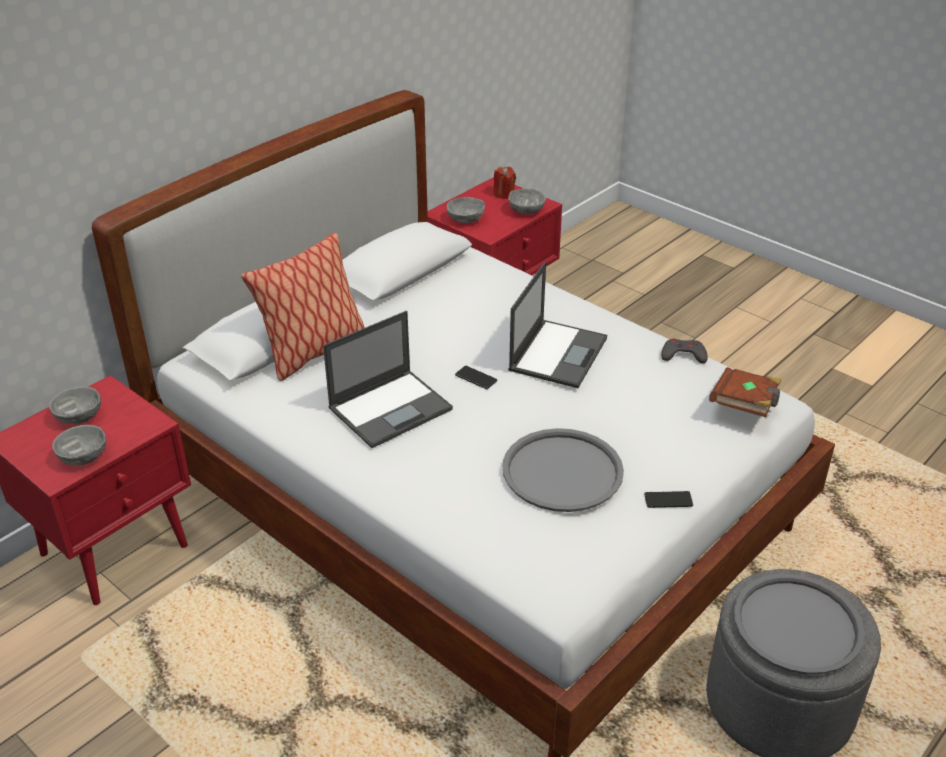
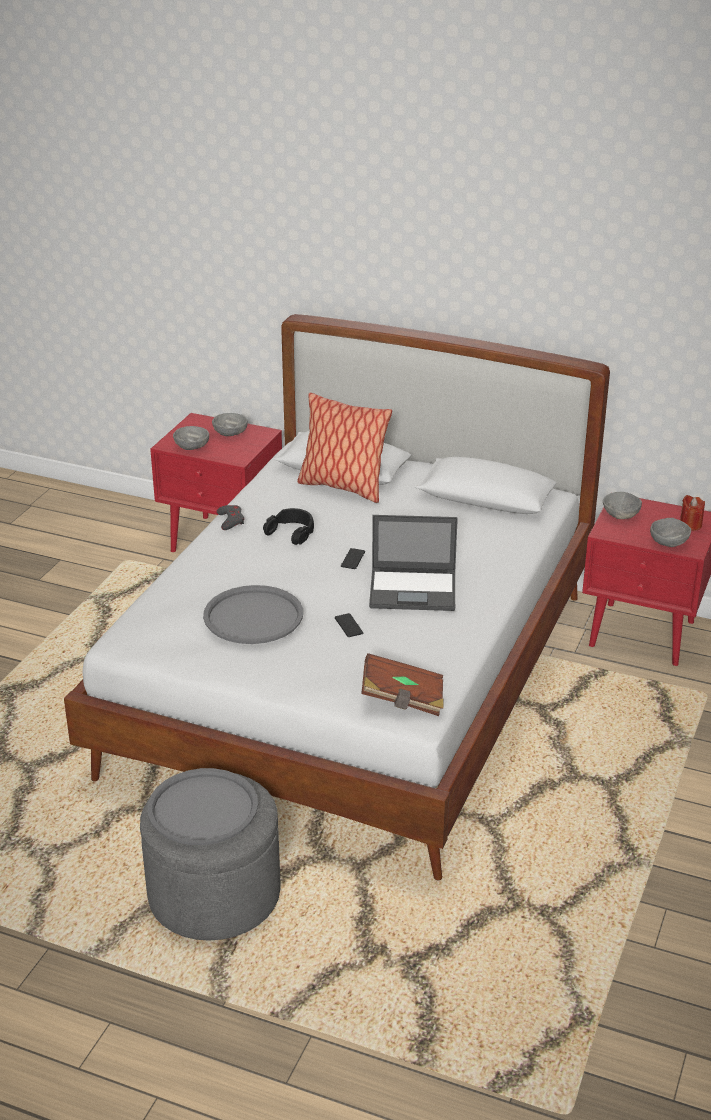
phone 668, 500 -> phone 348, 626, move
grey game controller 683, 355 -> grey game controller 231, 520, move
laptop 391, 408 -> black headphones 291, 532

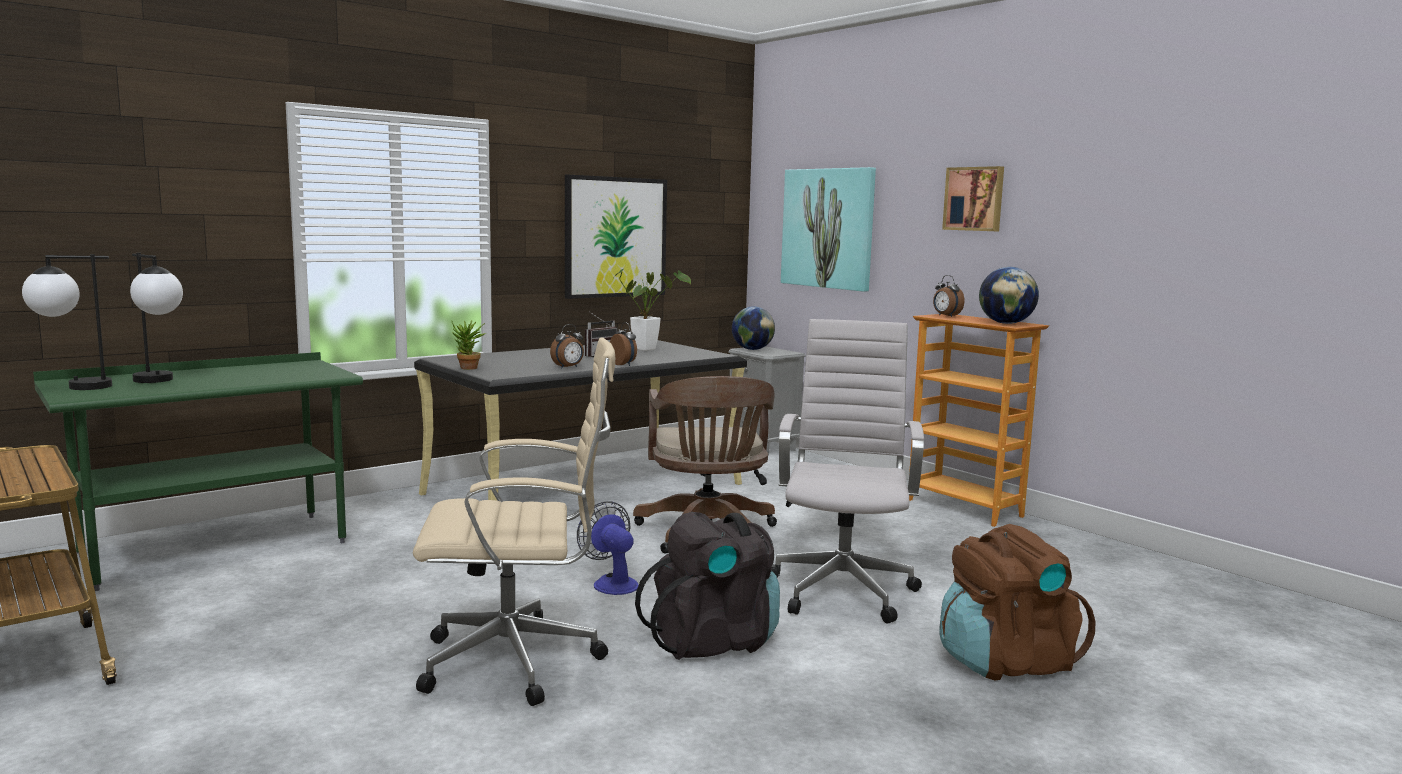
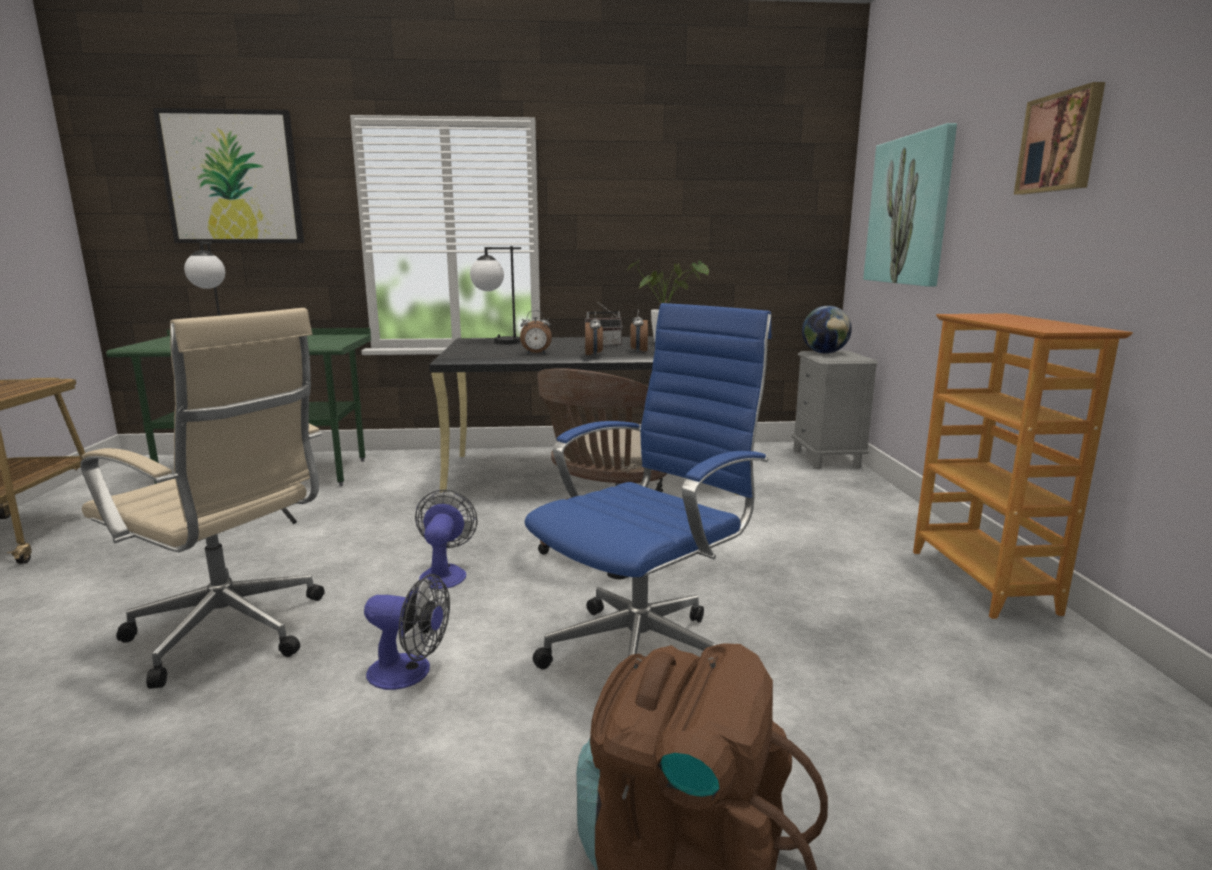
potted plant 468, 368 -> none
globe 1006, 323 -> none
table lamp 72, 387 -> table lamp 496, 342, move
picture 615, 237 -> picture 232, 178, move
alarm clock 946, 316 -> alarm clock 638, 351, move
black backpack 713, 641 -> fan 409, 673
white office chair 842, 589 -> blue office chair 646, 652

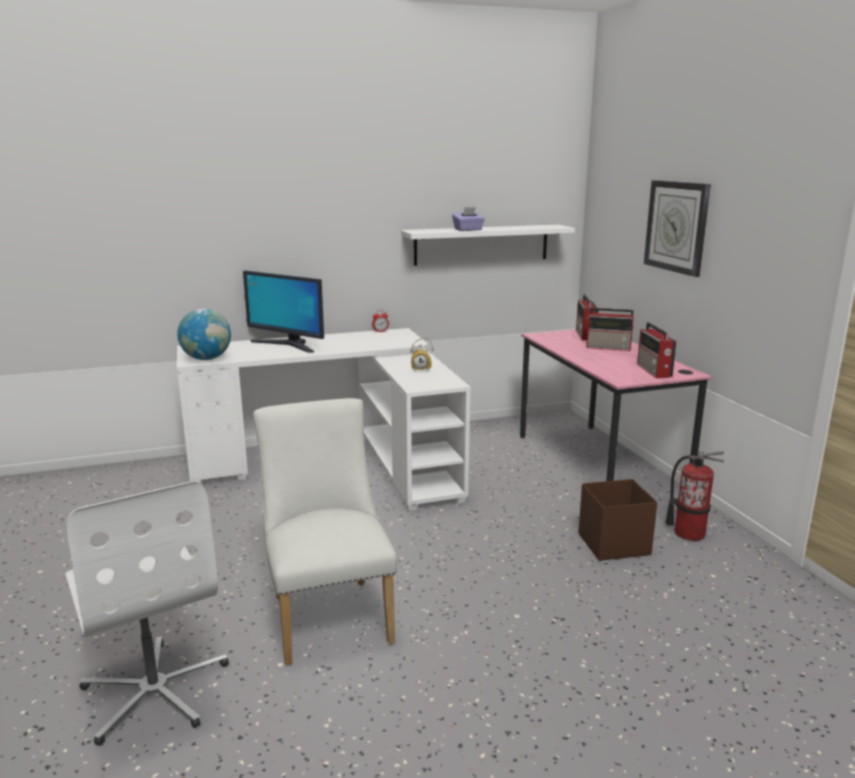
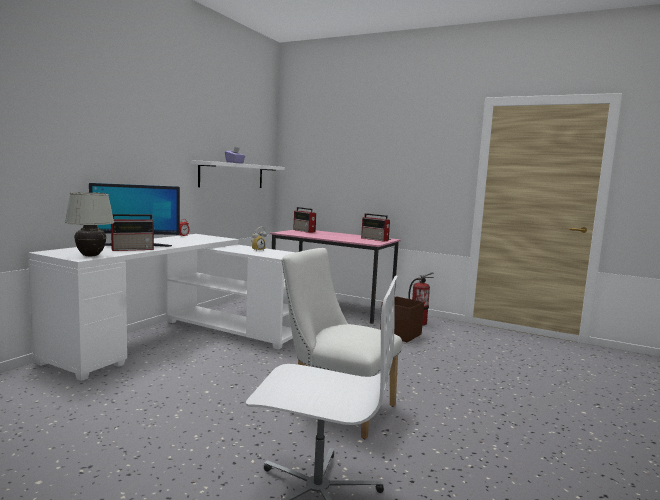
wall clock 677, 226 -> none
radio 609, 347 -> radio 133, 249, move
globe 207, 359 -> white table lamp 91, 256

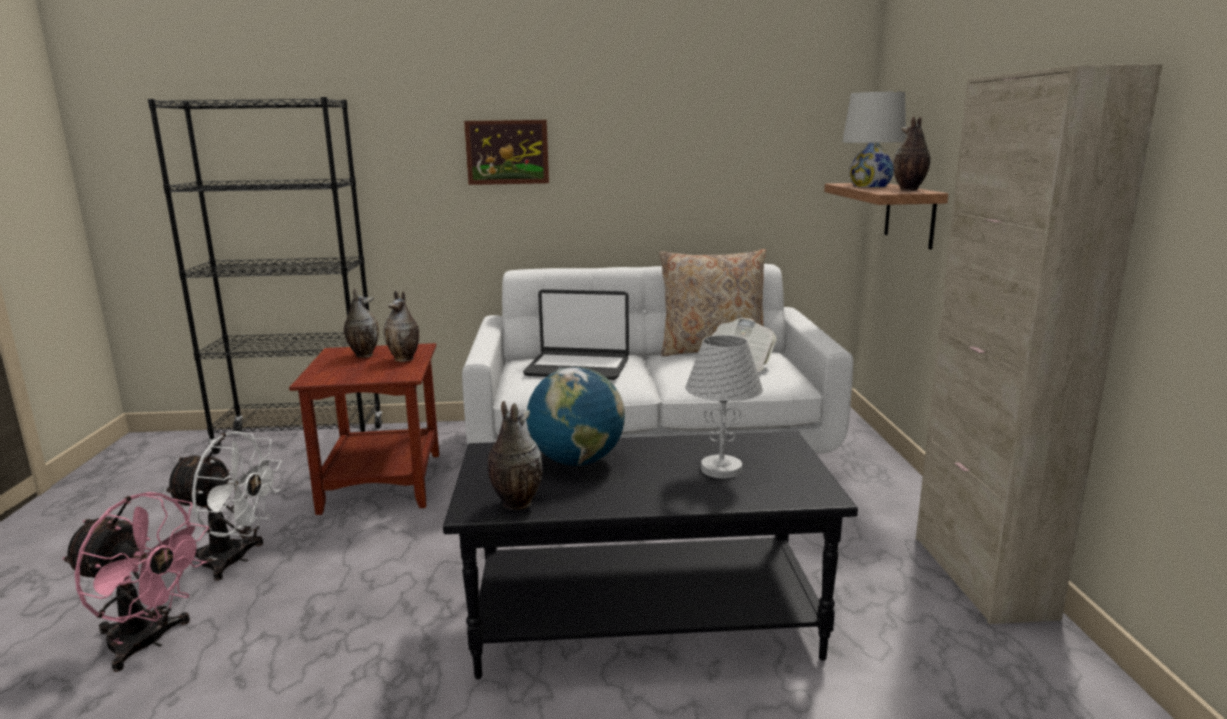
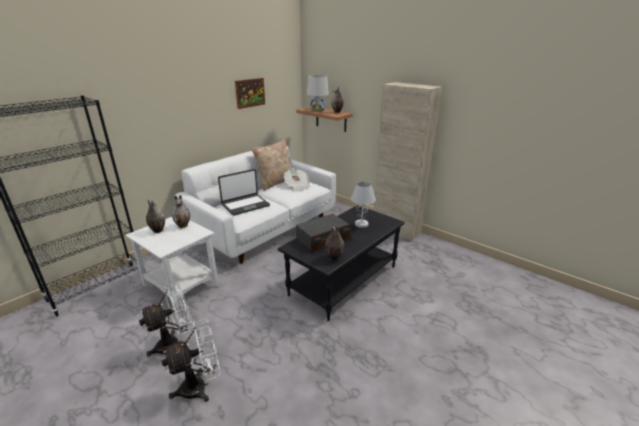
picture 507, 152 -> picture 250, 93, move
globe 577, 462 -> radio 323, 238
pink fan 148, 643 -> white fan 200, 386
brown side table 384, 482 -> white side table 182, 285

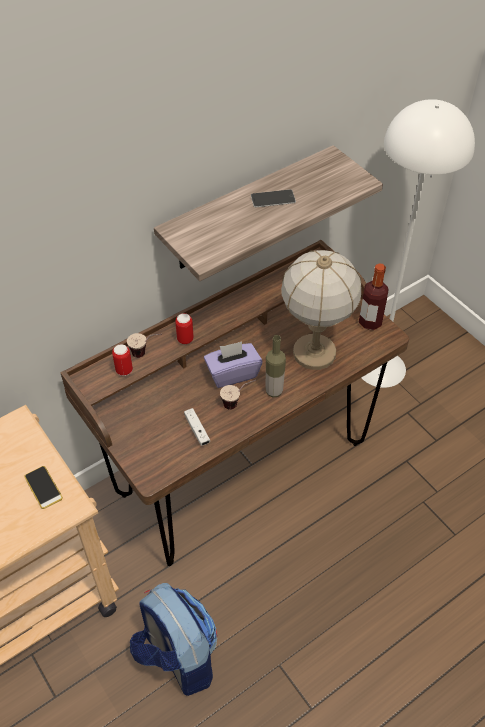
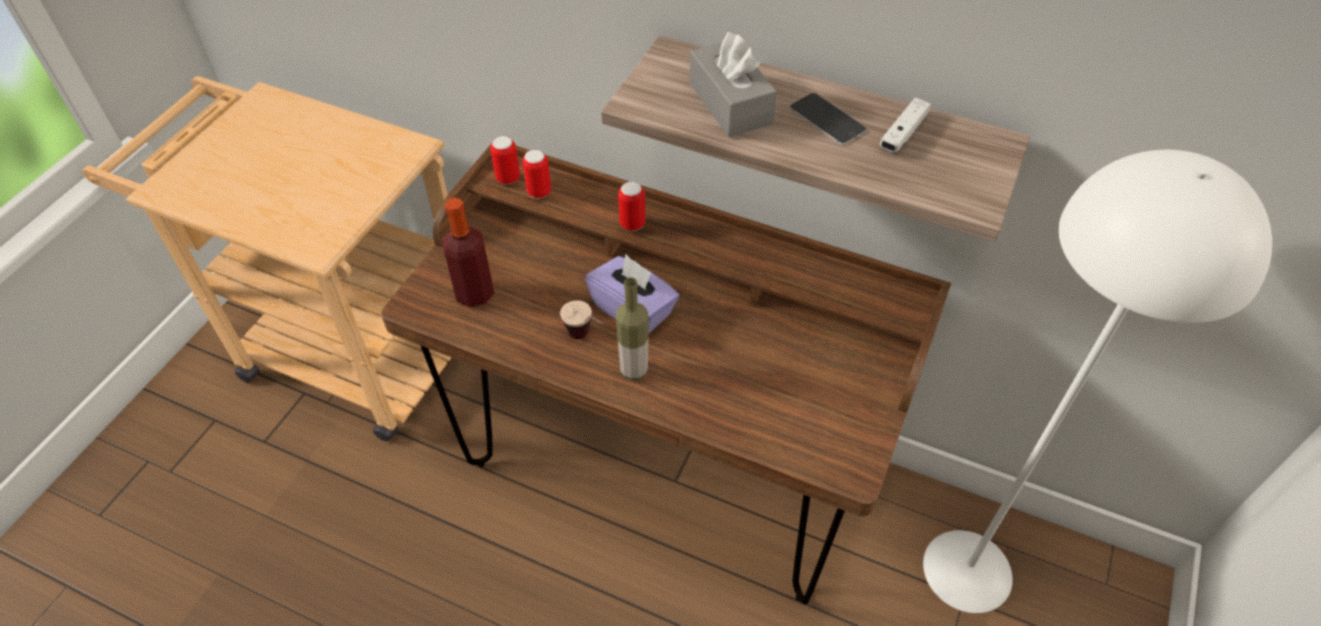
phone 43, 487 -> none
cup 146, 353 -> none
backpack 178, 656 -> none
table lamp 315, 353 -> none
none -> can 508, 178
none -> grey tissue box 730, 103
white game controller 197, 430 -> white game controller 903, 133, move
bottle 370, 322 -> bottle 474, 294, move

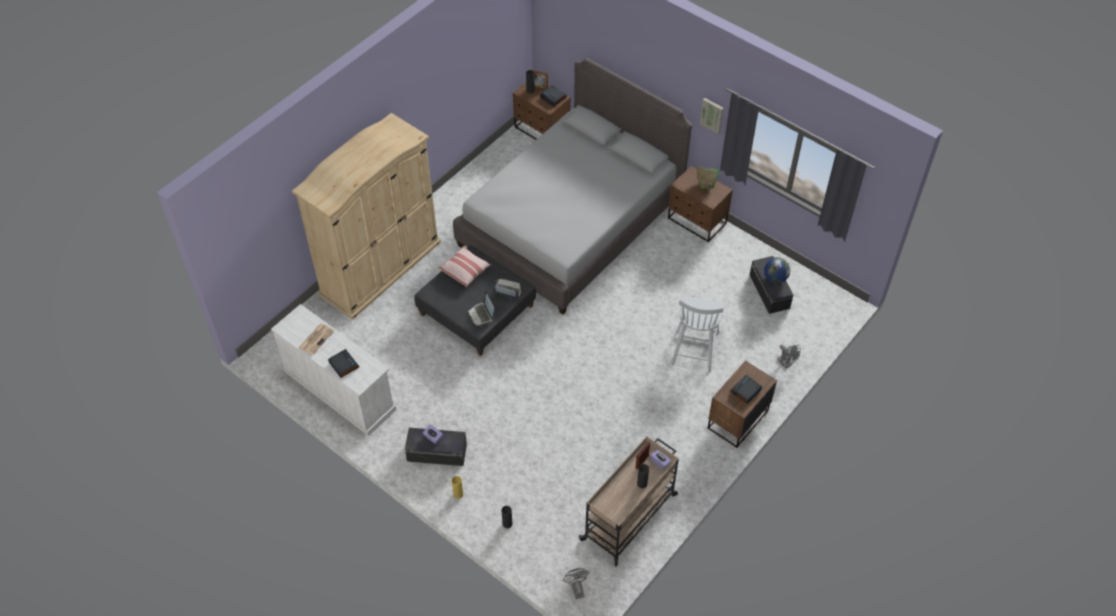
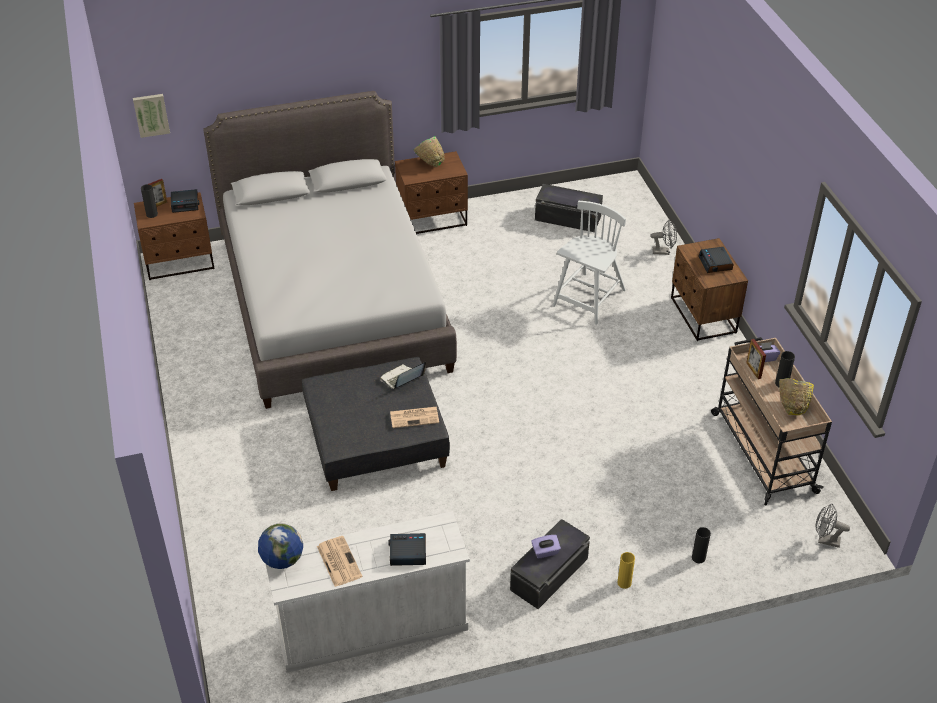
beige wardrobe 380, 268 -> none
pillow 465, 270 -> none
none -> yellow bowl 792, 406
picture 712, 115 -> picture 151, 114, move
globe 775, 278 -> globe 282, 560, move
laptop 481, 314 -> newspaper 415, 417
white chair 695, 347 -> white chair 588, 299, 105 degrees counterclockwise

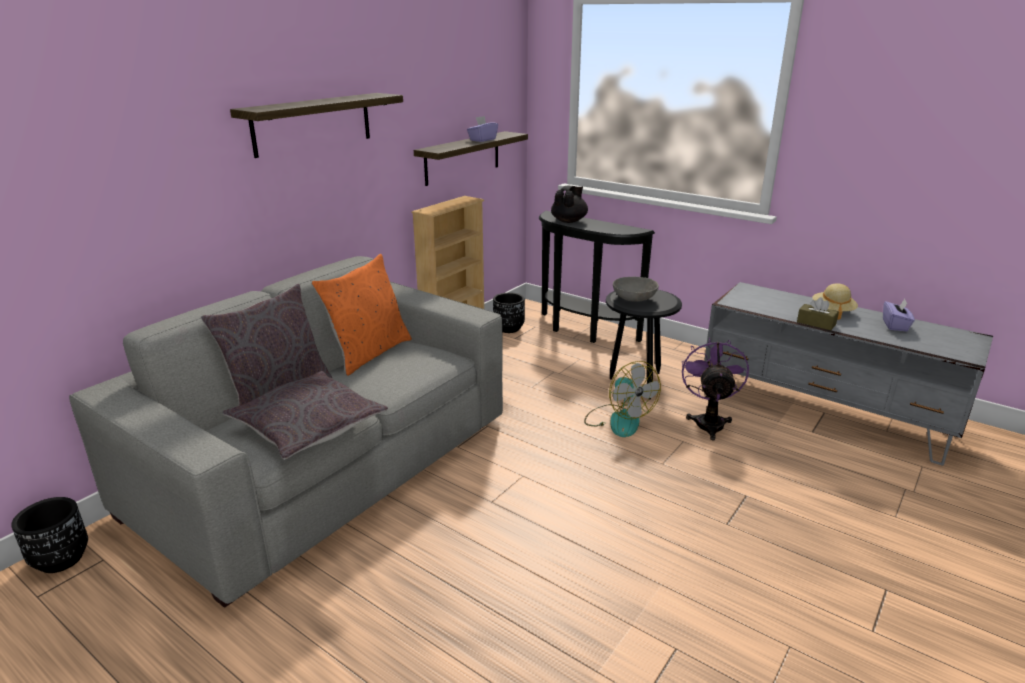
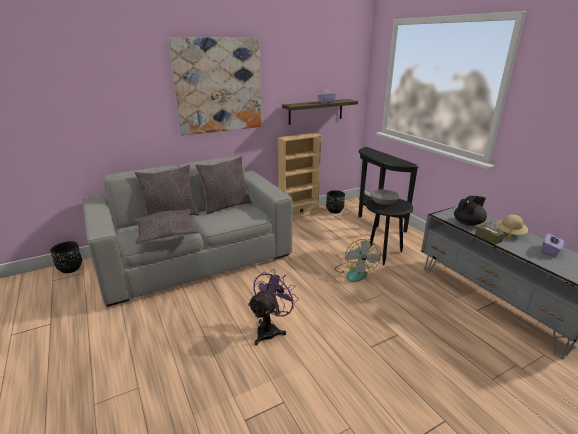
black teapot 569, 221 -> black teapot 468, 223, move
purple fan 709, 421 -> purple fan 270, 329, move
shelf 313, 124 -> picture 218, 86
orange pillow 368, 353 -> grey pillow 226, 206

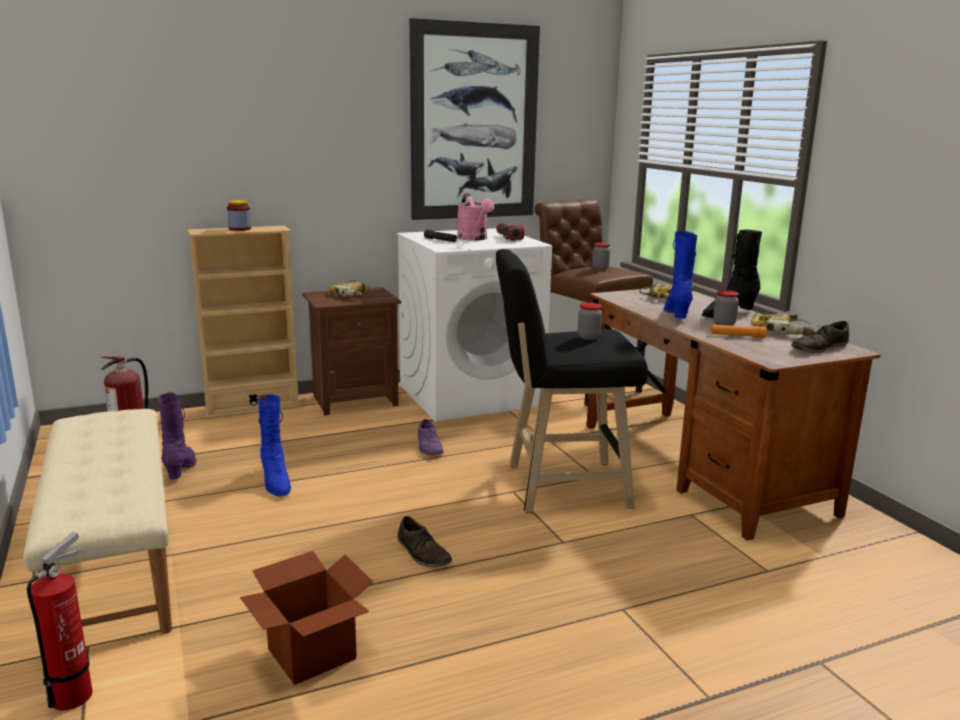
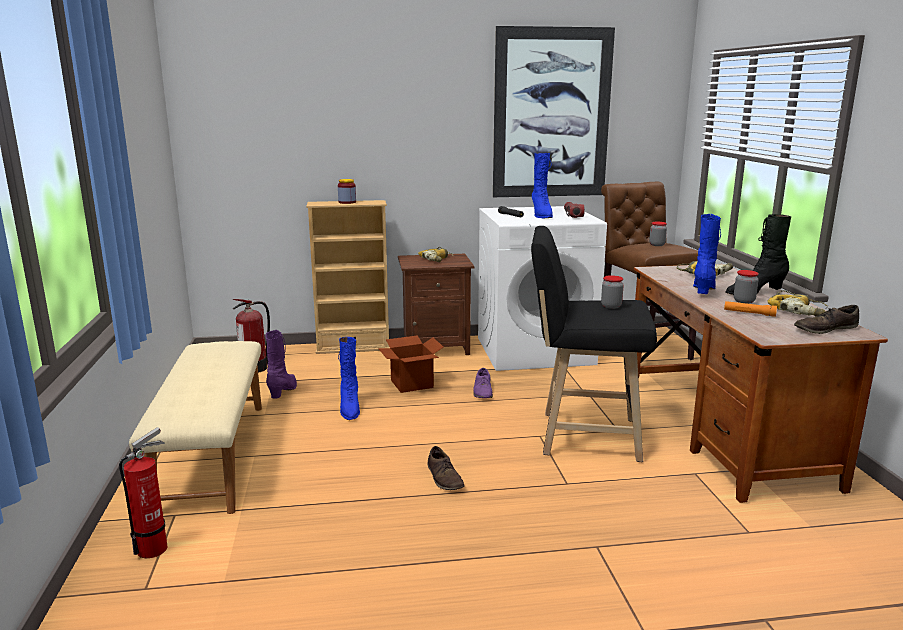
cardboard box 312, 653 -> cardboard box 412, 384, move
pink watering can 474, 239 -> blue boot 541, 215

